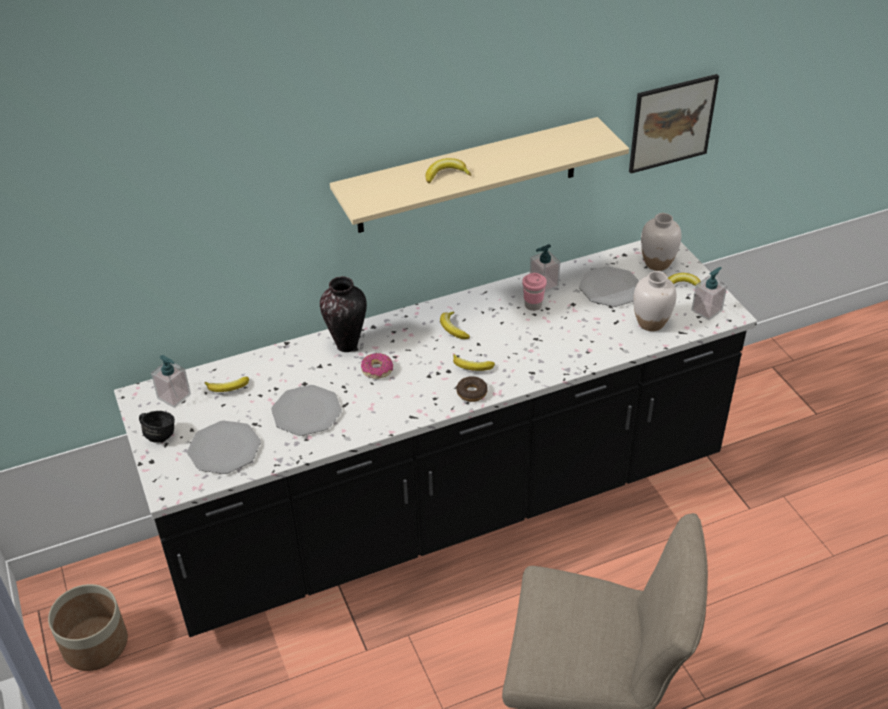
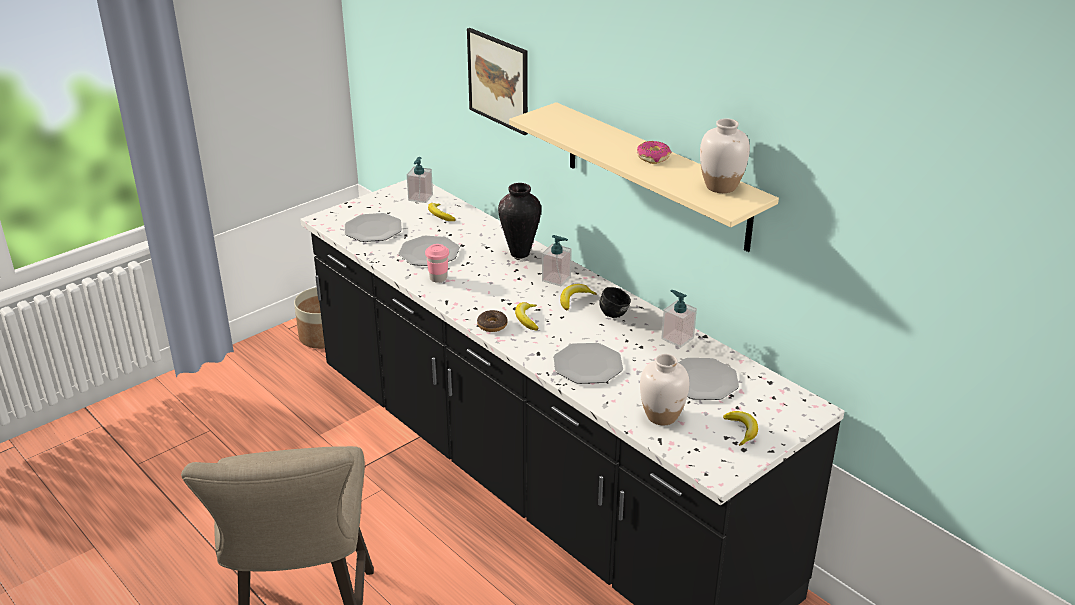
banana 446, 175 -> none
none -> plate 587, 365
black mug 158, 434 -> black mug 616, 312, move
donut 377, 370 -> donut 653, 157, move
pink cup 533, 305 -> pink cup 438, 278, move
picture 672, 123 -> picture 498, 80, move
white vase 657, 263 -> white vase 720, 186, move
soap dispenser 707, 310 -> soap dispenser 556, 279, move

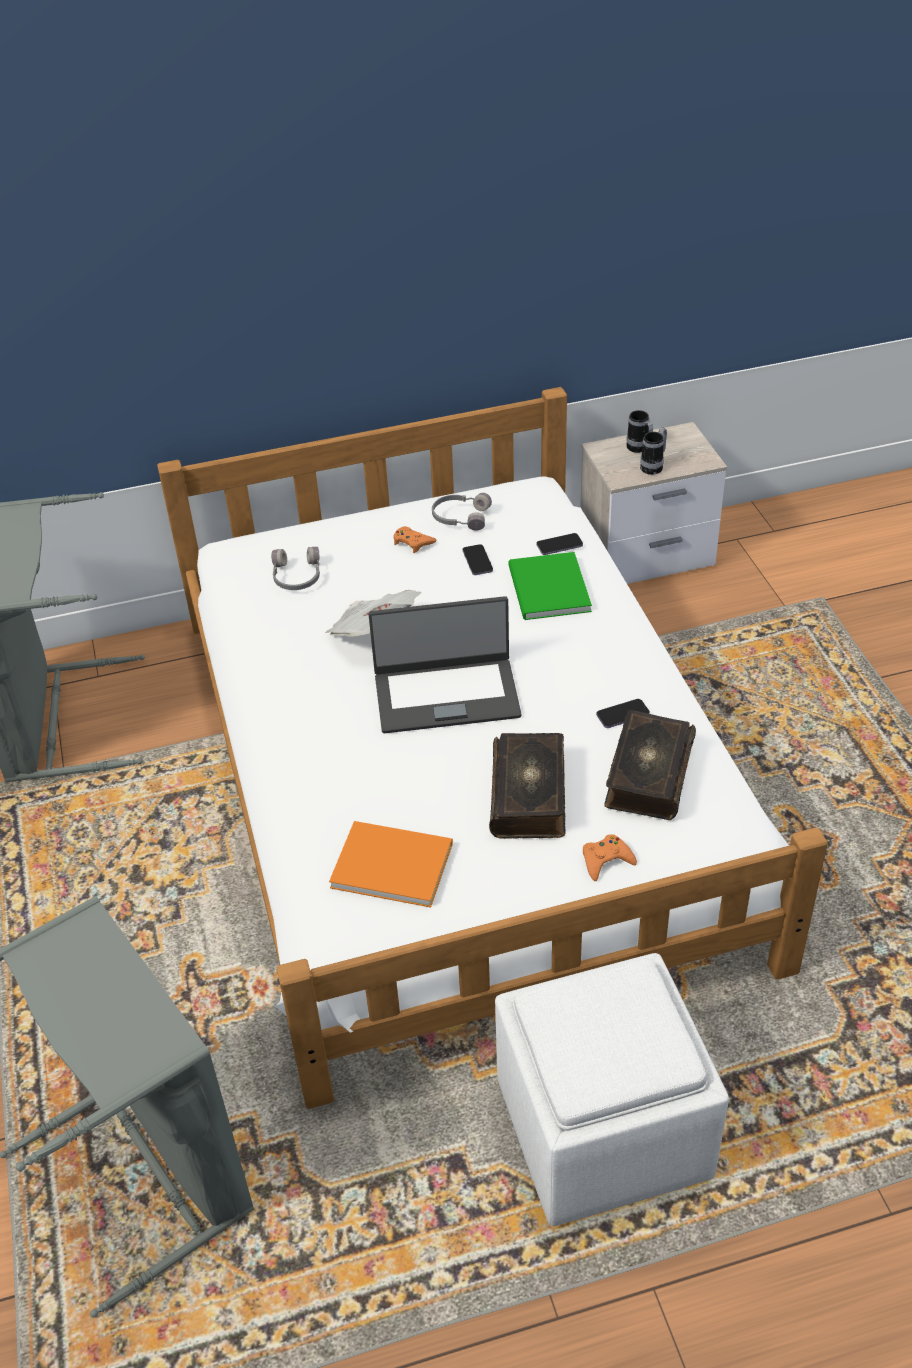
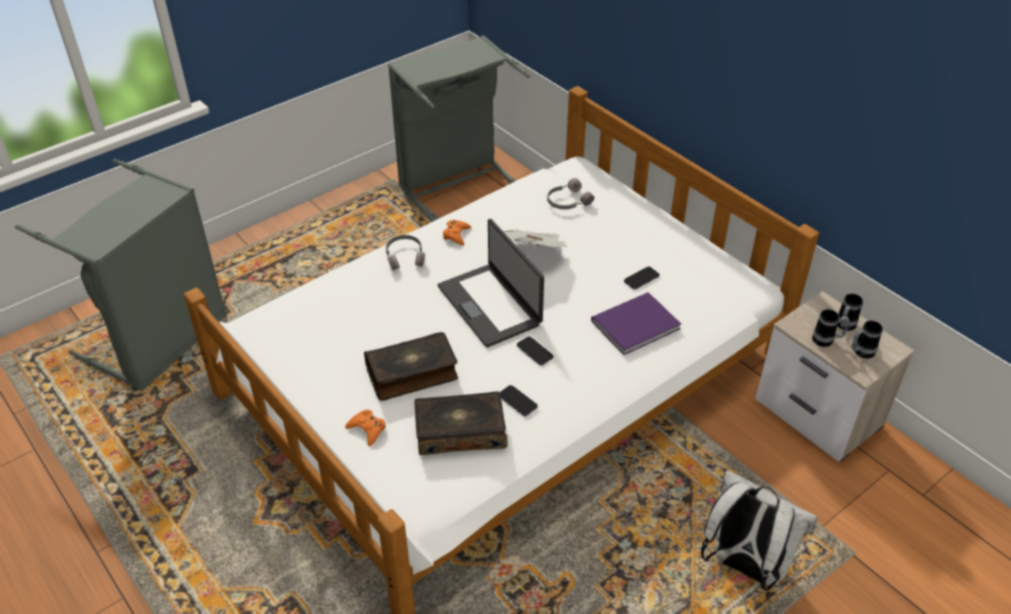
orange book 389, 863 -> none
white ottoman 603, 1127 -> none
none -> white backpack 744, 565
none -> mug 860, 352
orange game controller 412, 542 -> orange game controller 456, 235, move
grey headphones 460, 517 -> grey headphones 405, 256, move
phone 559, 545 -> phone 534, 352, move
green book 547, 590 -> purple book 632, 324

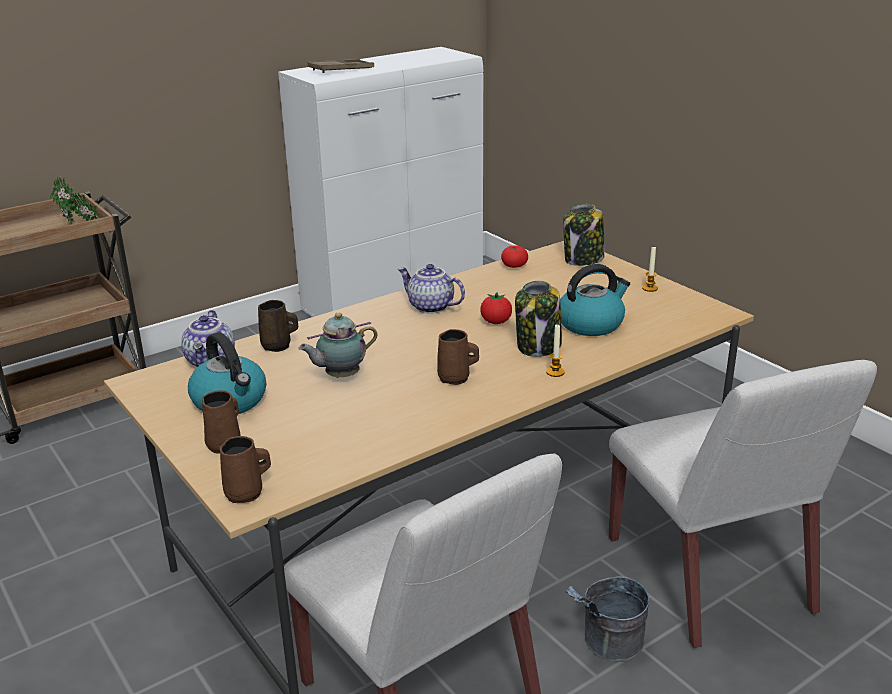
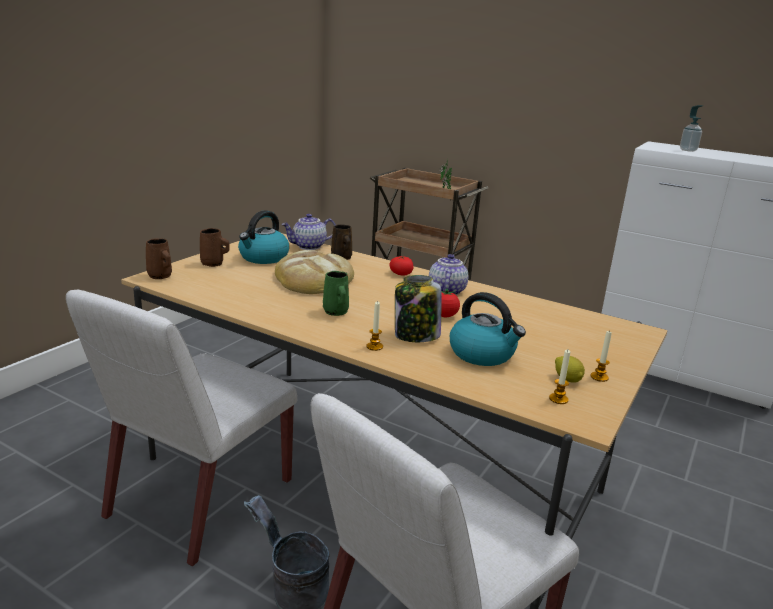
jar 583, 260 -> none
none -> candle 558, 399
none -> lemon 567, 379
tomato 514, 265 -> tomato 401, 273, move
teapot 340, 376 -> bread 314, 279
brown tray 341, 70 -> soap dispenser 688, 150
brown mug 456, 378 -> green mug 336, 312

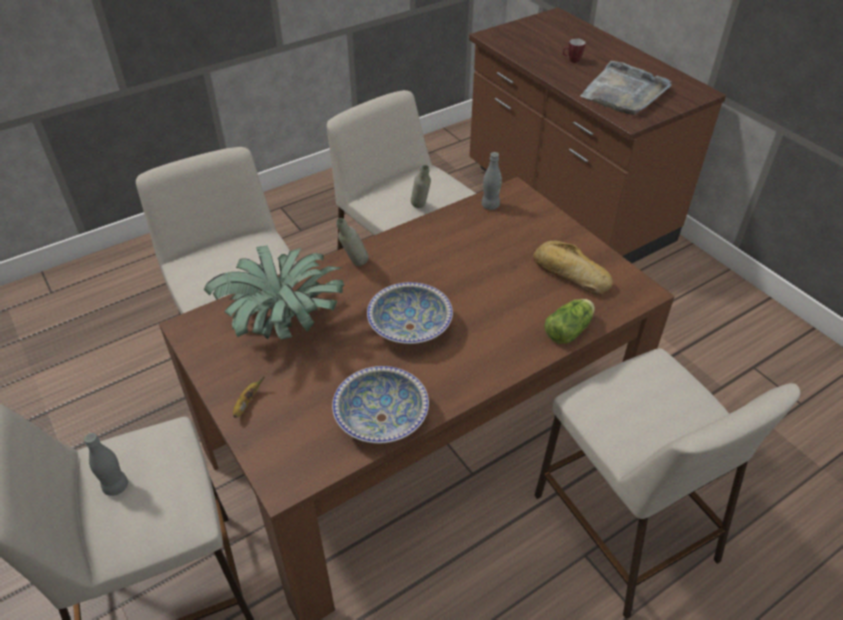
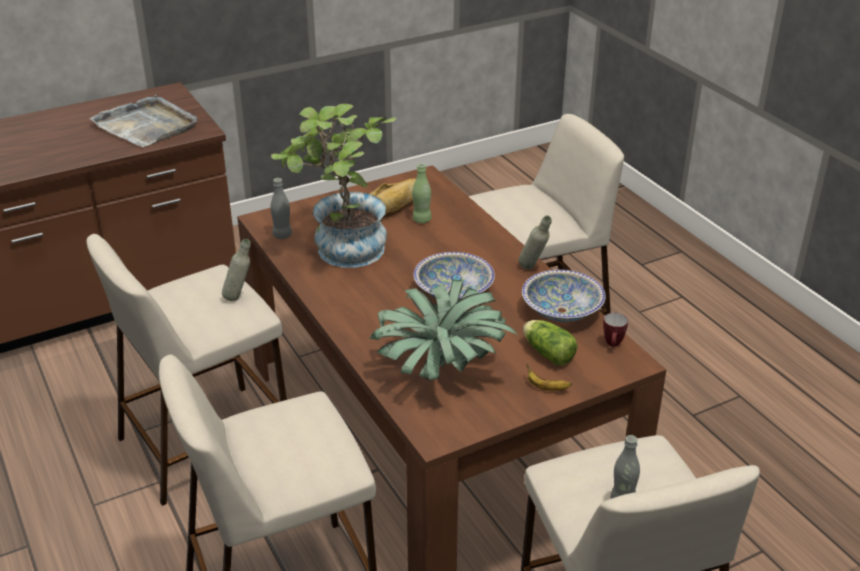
none -> potted plant 342, 253
none -> green bottle 422, 220
grey bottle 354, 266 -> grey bottle 533, 269, move
lettuce 570, 329 -> lettuce 547, 352, move
mug 572, 61 -> mug 613, 345, move

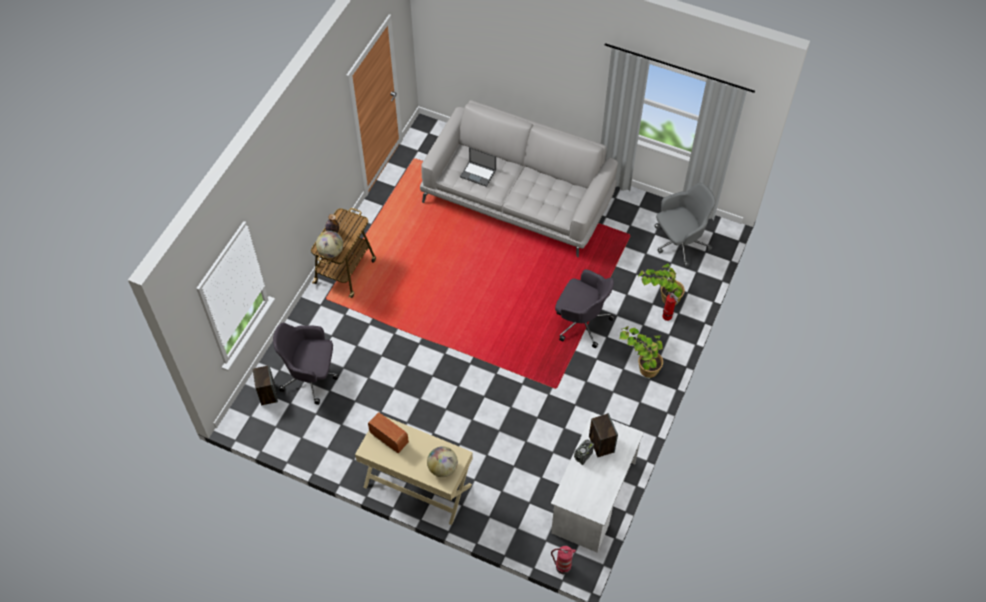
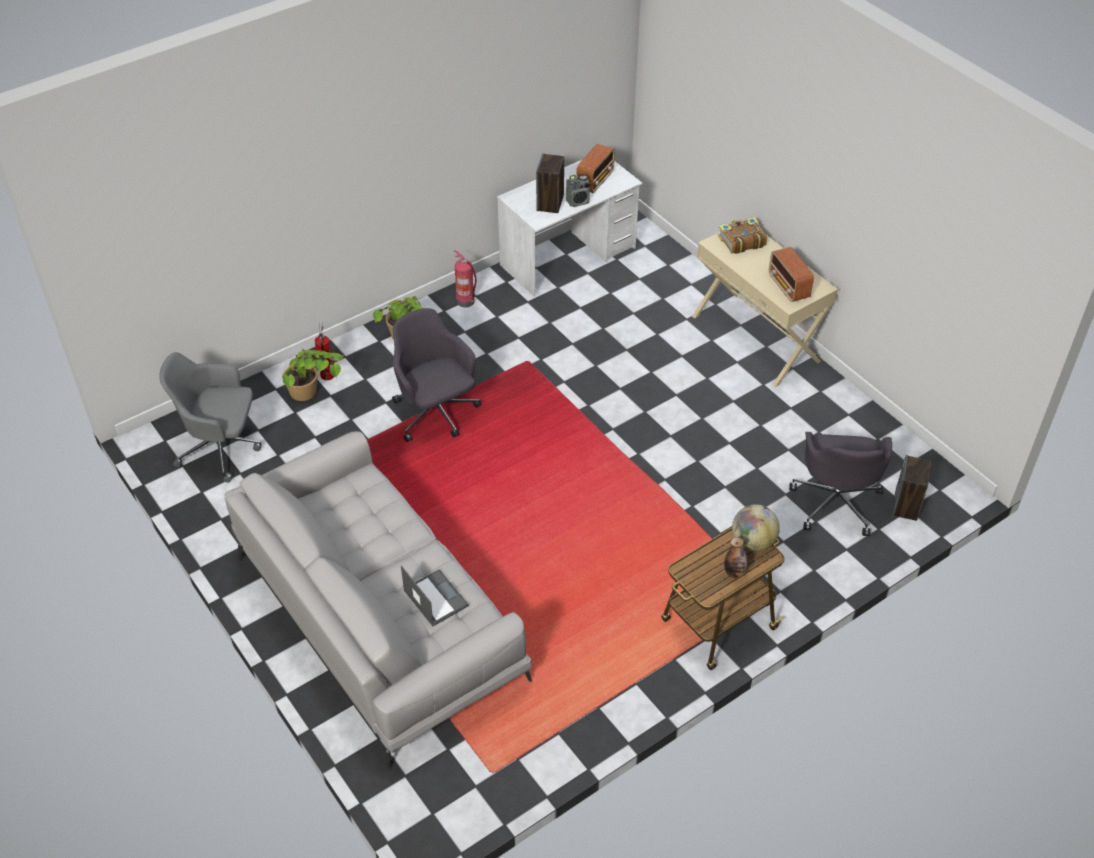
none -> radio 595, 180
fire extinguisher 562, 567 -> fire extinguisher 466, 301, move
globe 442, 468 -> book 741, 241
grey office chair 311, 376 -> grey office chair 836, 502, 60 degrees clockwise

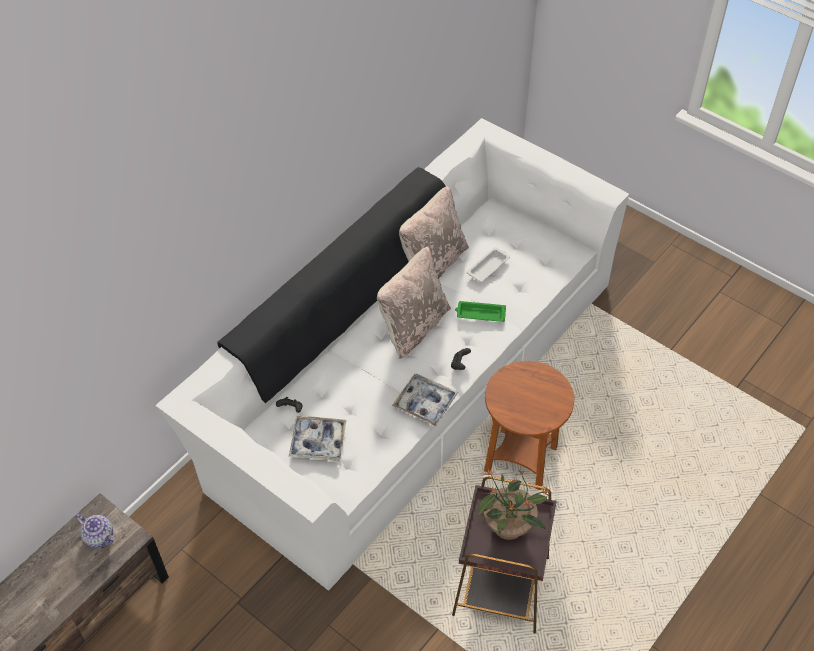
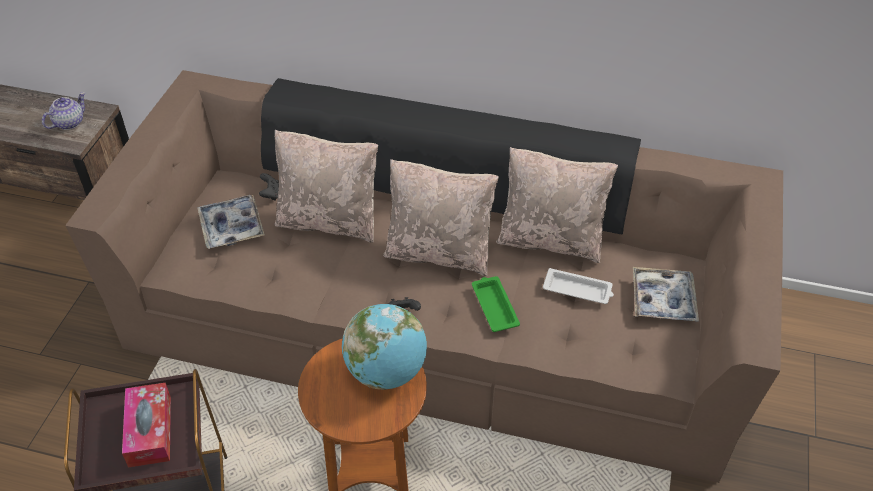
none -> beige pillow 329, 221
none -> globe 386, 371
tray 425, 403 -> tray 663, 300, move
potted plant 509, 526 -> tissue box 150, 431
white sofa 408, 374 -> brown sofa 437, 315
teapot 100, 536 -> teapot 69, 122, 150 degrees counterclockwise

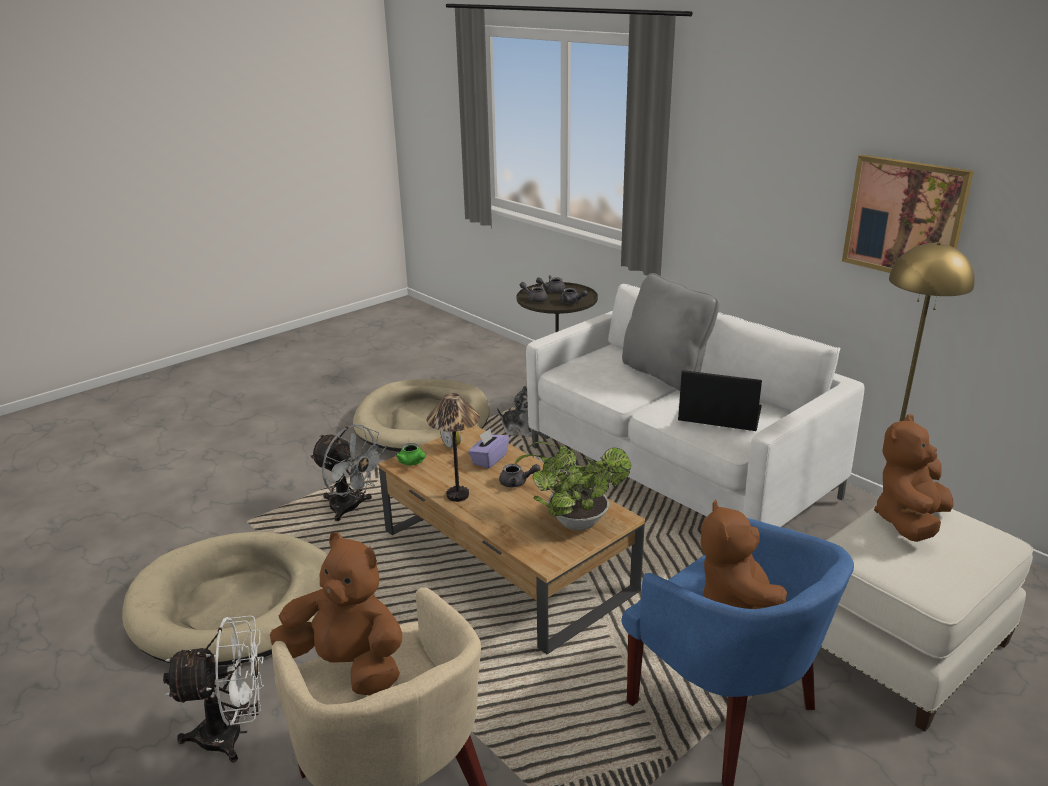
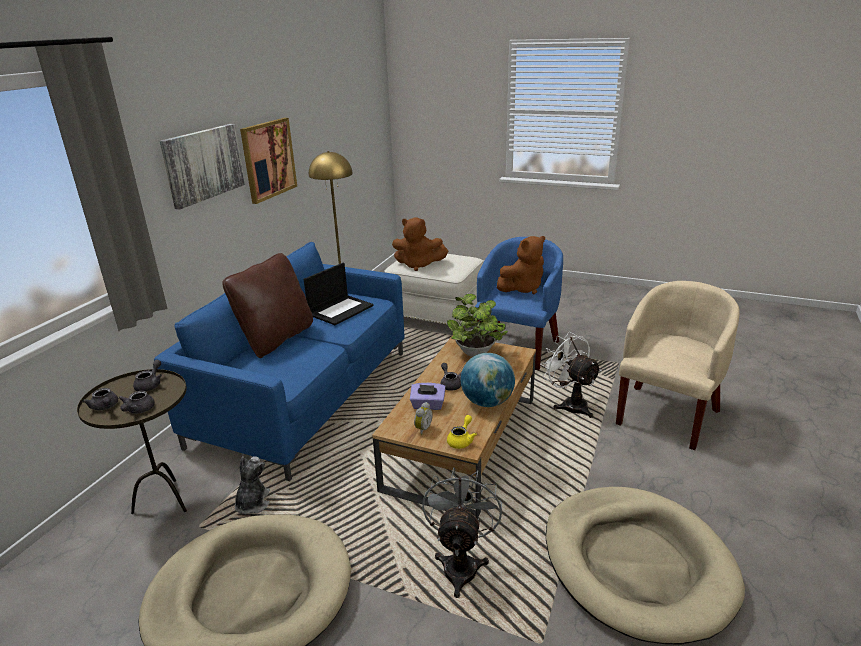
brown plush toy 348, 665 -> none
none -> picture 203, 164
white fan 233, 734 -> white fan 570, 404, move
table lamp 458, 495 -> globe 487, 402
green teapot 413, 462 -> yellow teapot 461, 440
white sofa 677, 473 -> blue sofa 305, 398
grey pillow 665, 374 -> brown pillow 276, 339
laptop 718, 414 -> laptop 341, 310, 135 degrees counterclockwise

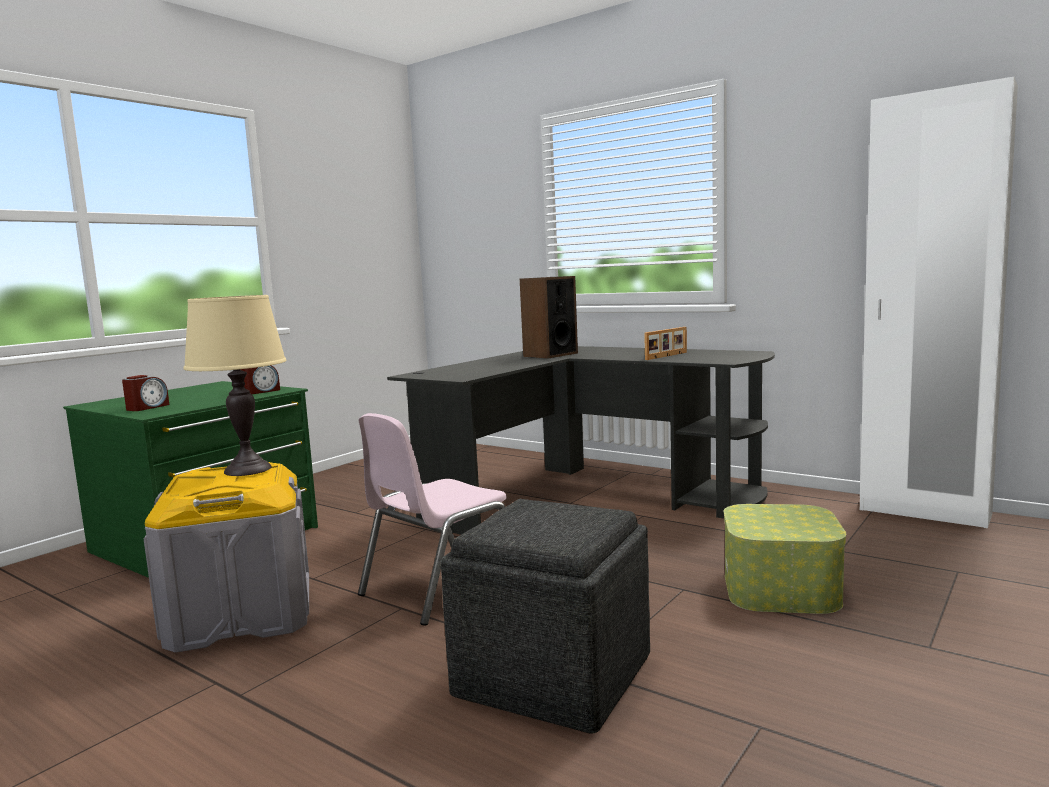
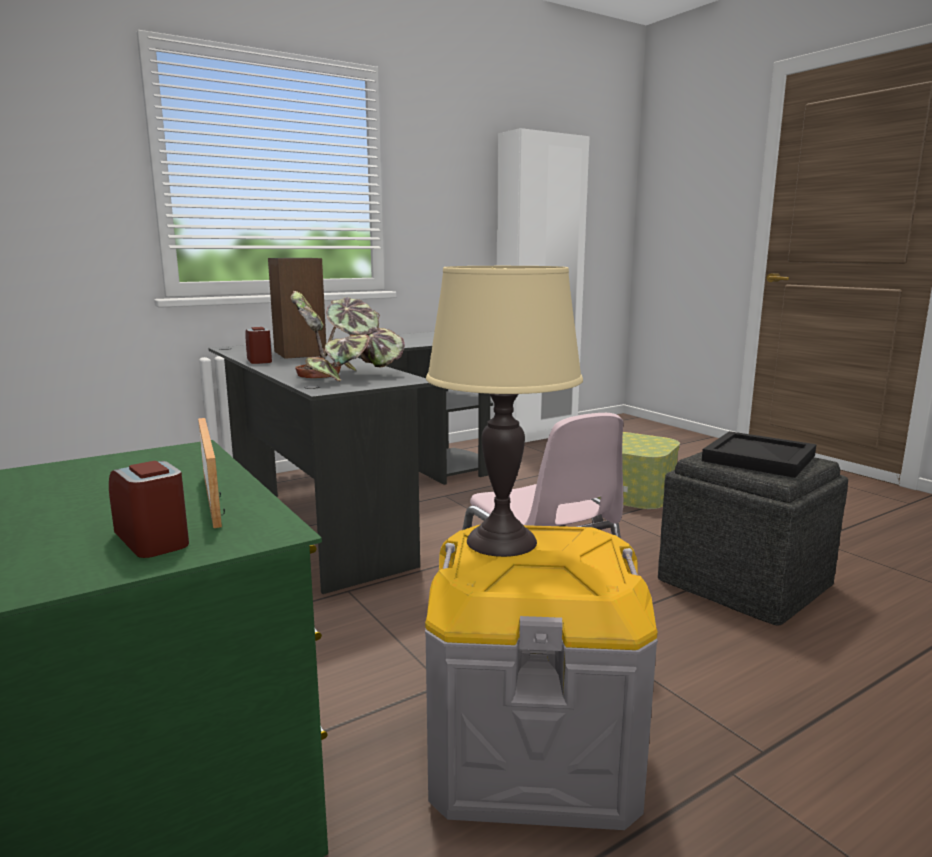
none -> potted plant 346, 375
none -> black tray 760, 459
alarm clock 261, 391 -> alarm clock 260, 360, move
picture frame 667, 356 -> picture frame 214, 498, move

